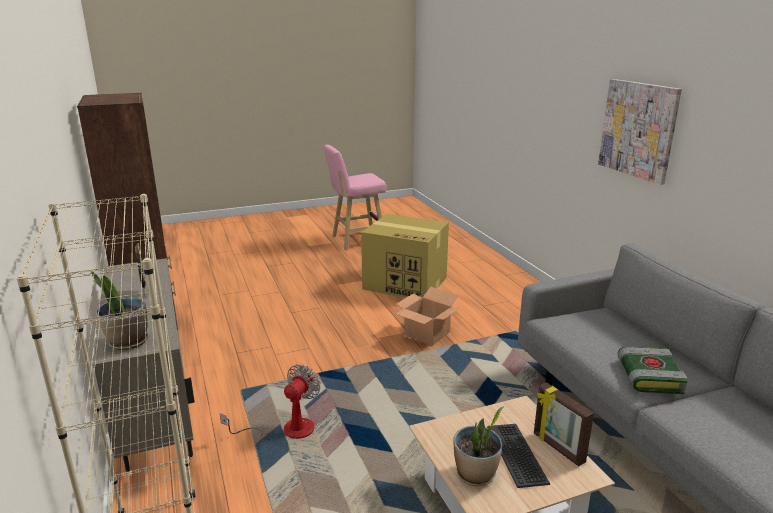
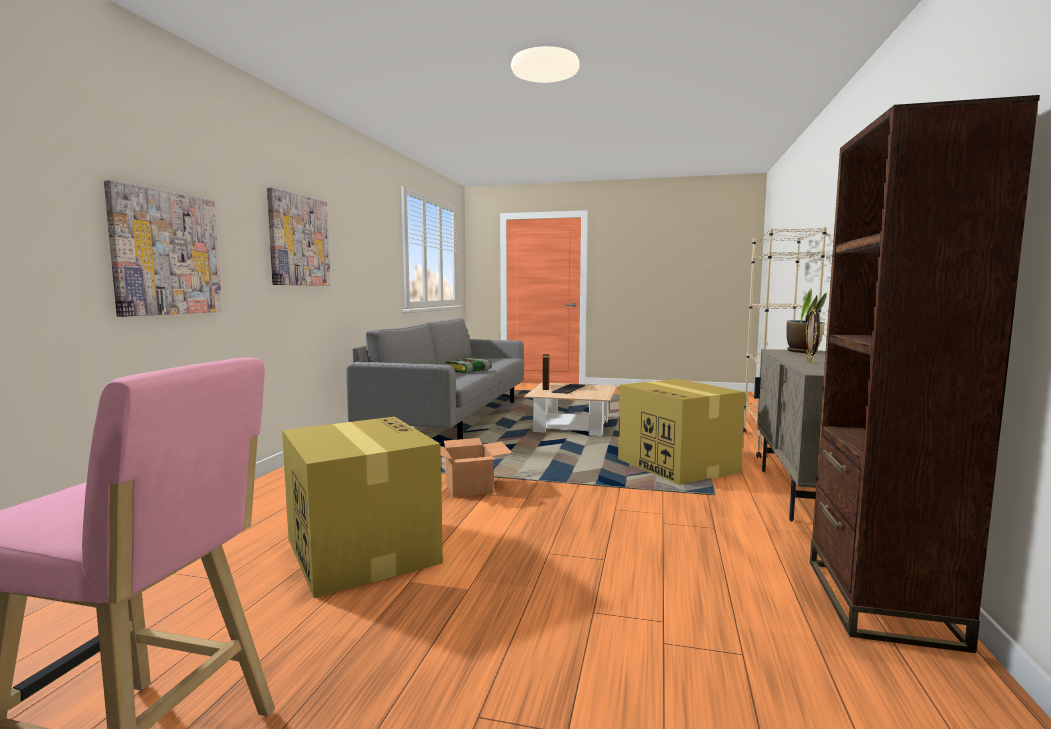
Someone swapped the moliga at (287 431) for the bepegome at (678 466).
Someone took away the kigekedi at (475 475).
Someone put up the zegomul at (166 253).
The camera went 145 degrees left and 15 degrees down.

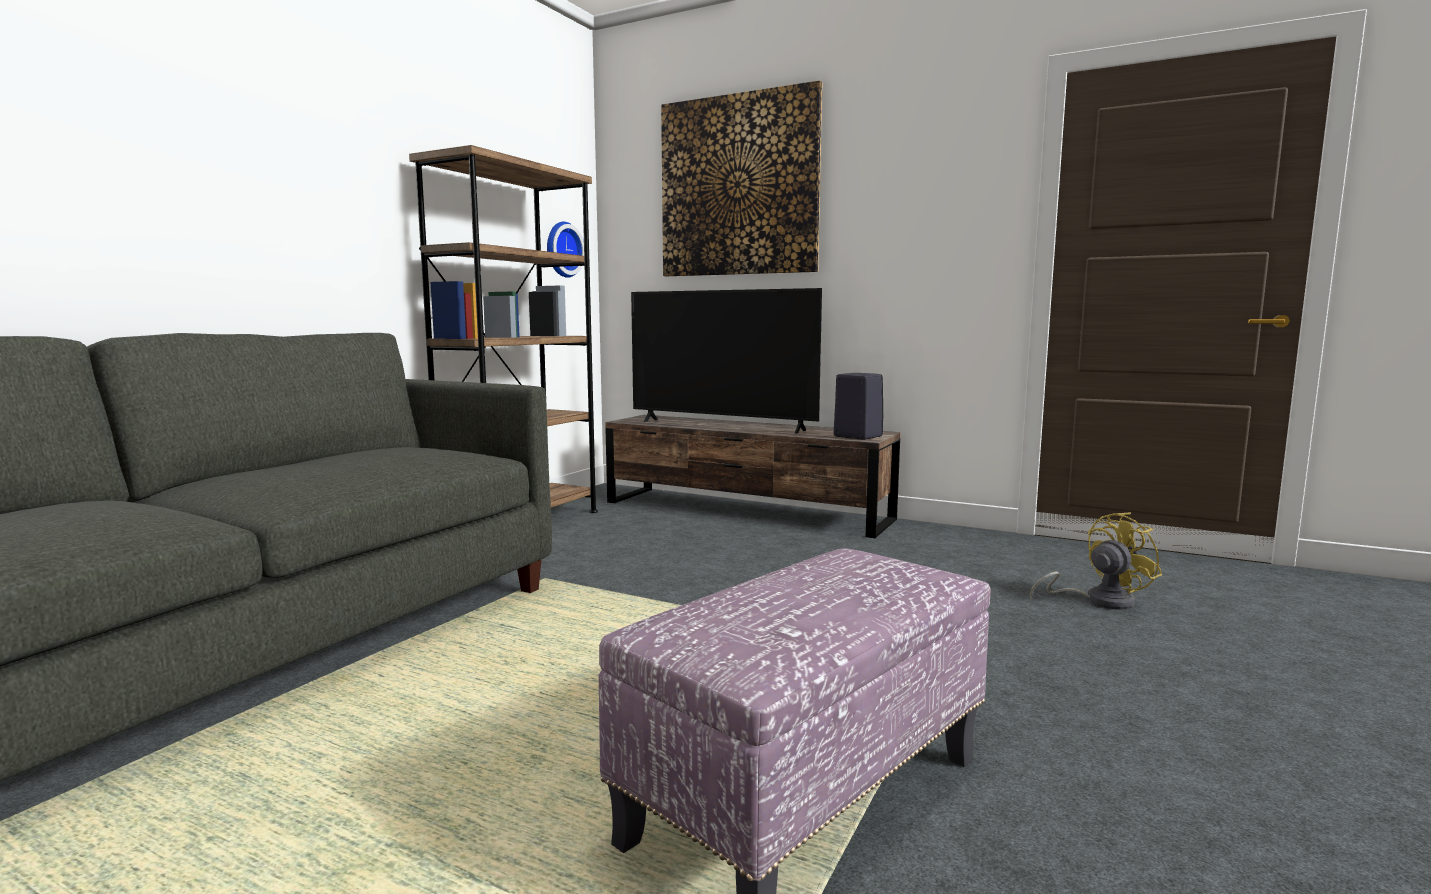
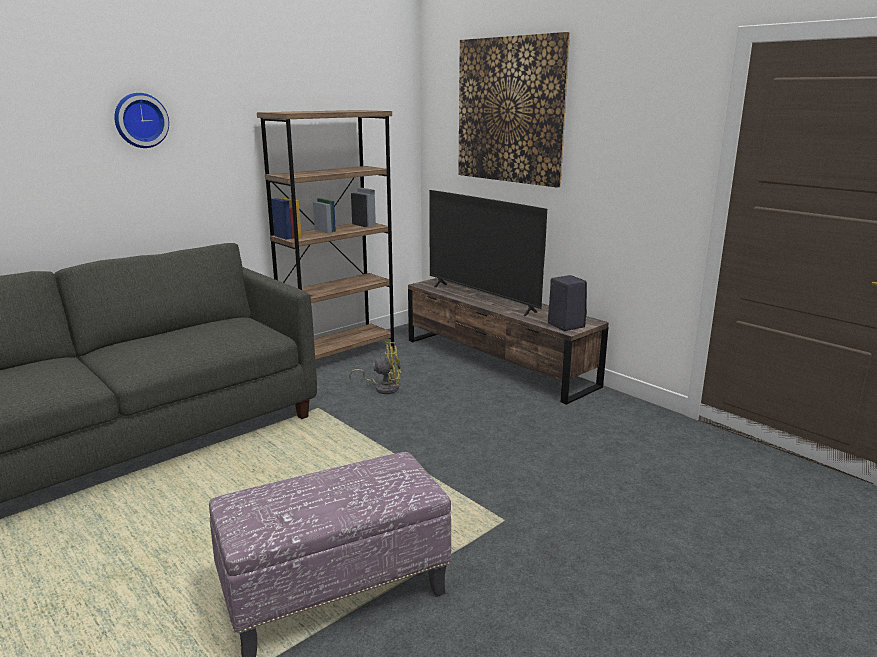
Someone carried the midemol from (561 250) to (140 120).
Someone carried the yellow_moliga from (1098 601) to (383 388).
The camera went 20 degrees right and 10 degrees up.

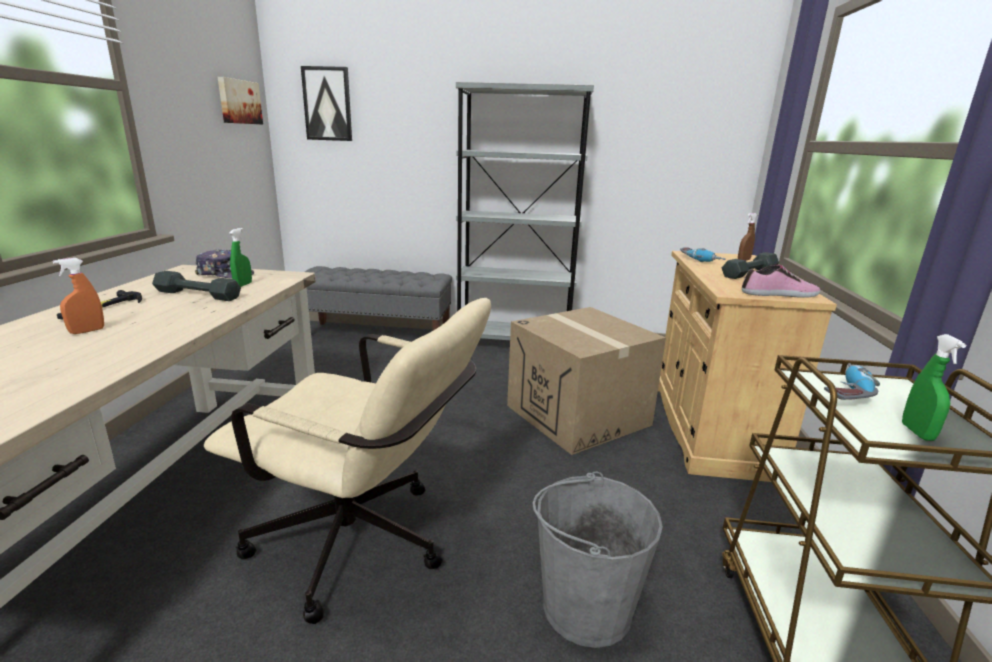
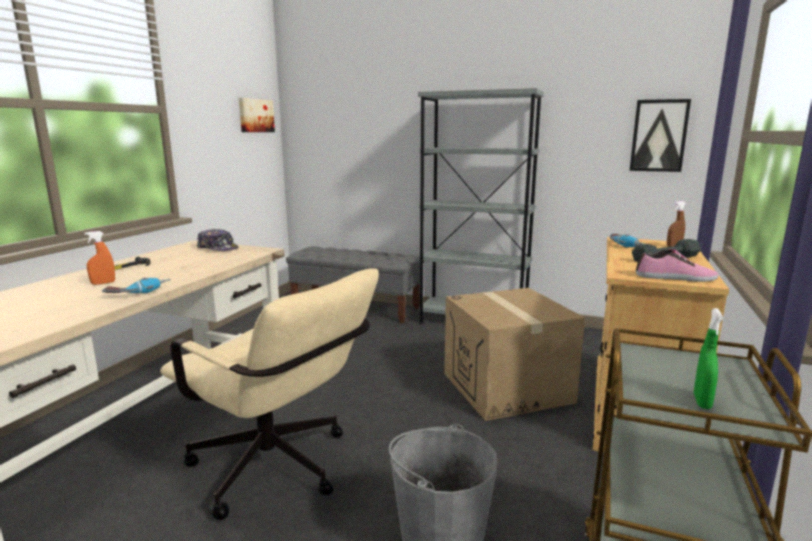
Someone carried the zegomul from (327 104) to (659 136).
Someone took away the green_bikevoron at (243 285).
Someone took away the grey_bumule at (198 295).
Someone carried the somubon from (845 392) to (139 293).
The camera went 15 degrees right and 5 degrees down.

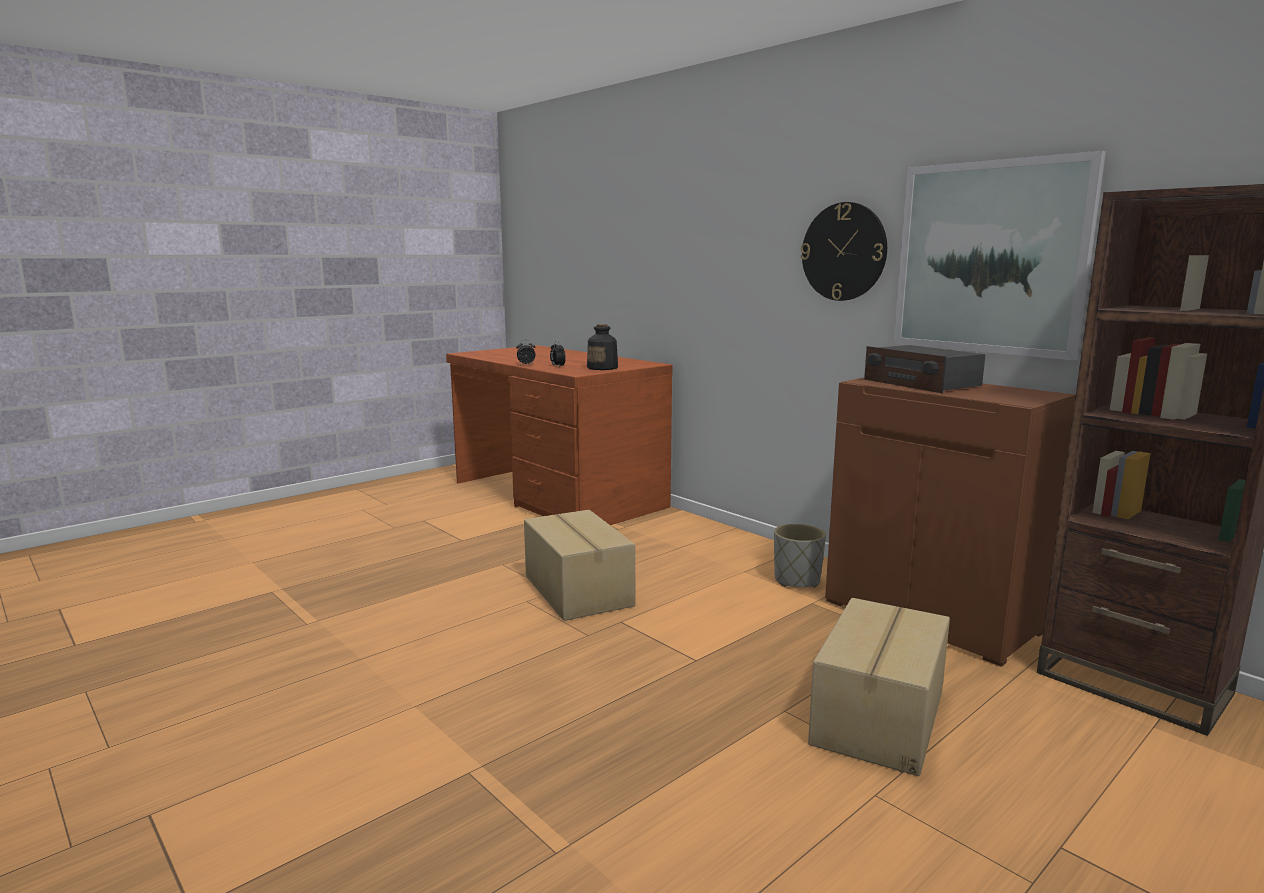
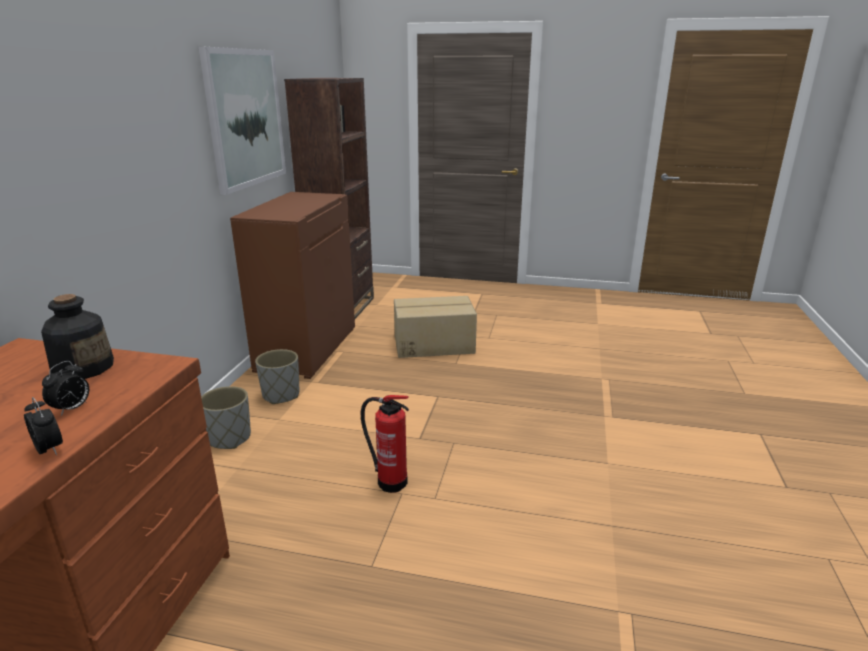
Someone took away the midemol at (844 252).
Someone took away the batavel at (921 383).
Someone swapped the bepegome at (576 591) for the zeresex at (390 481).
Someone put down the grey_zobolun at (230 438).
The camera went 125 degrees left and 10 degrees up.

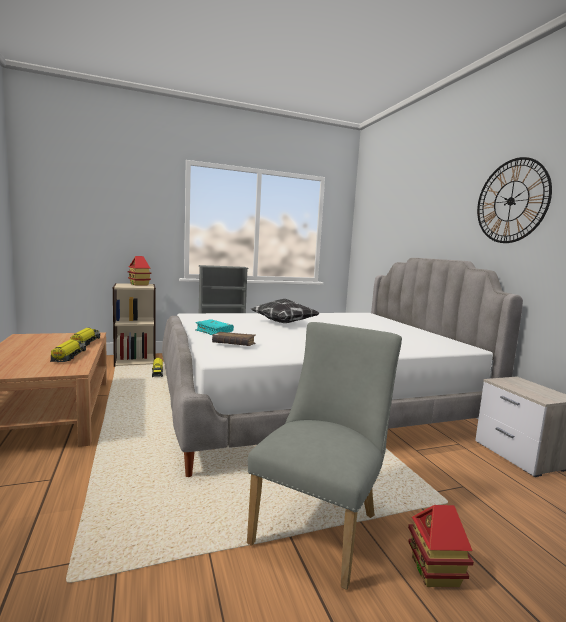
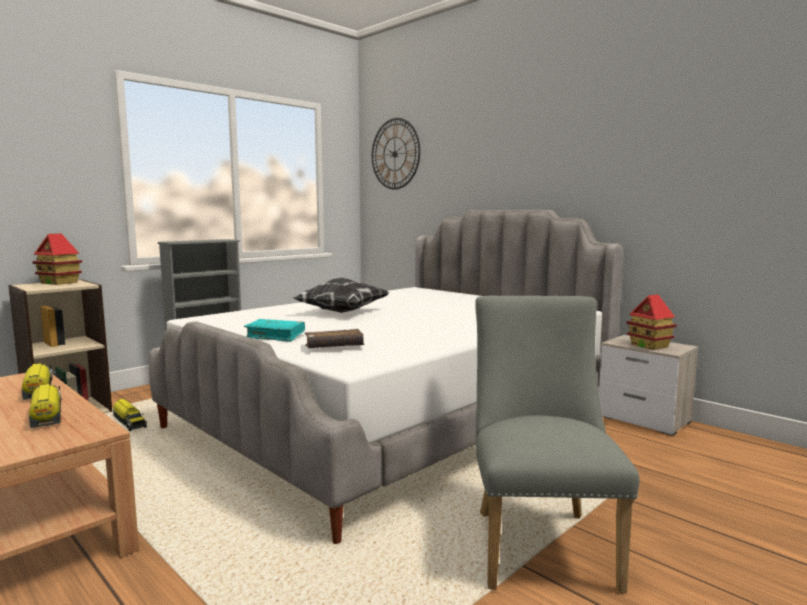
Someone carried the midemol from (511 201) to (395 154).
Someone carried the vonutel from (435 572) to (649 346).
The camera went 25 degrees left and 0 degrees up.

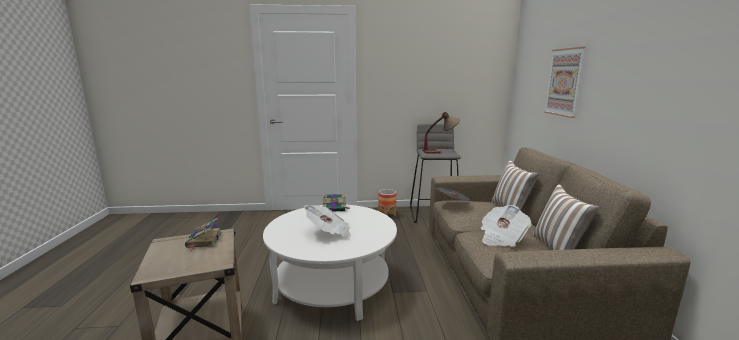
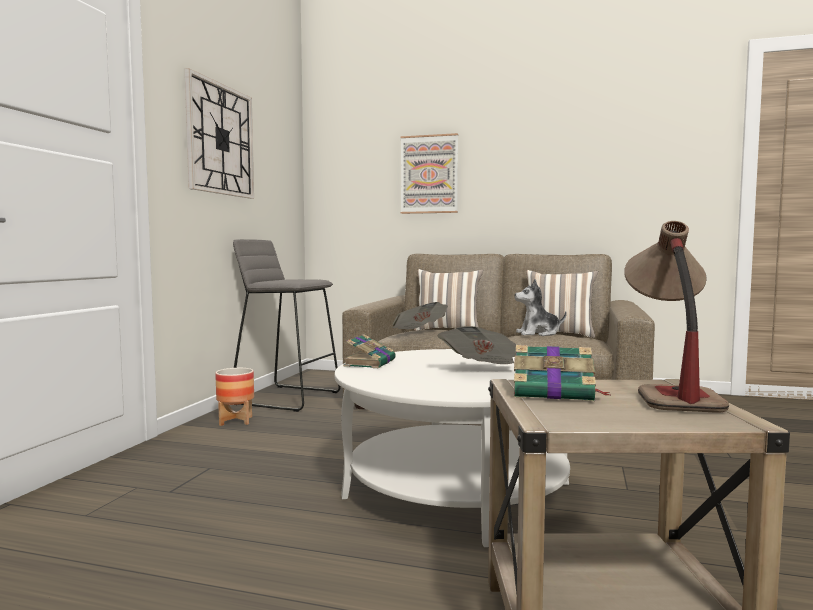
Someone carried the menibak from (440 151) to (669 392).
Someone swapped the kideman at (501 238) for the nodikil at (538 334).
Someone put up the midemol at (220 139).
The camera went 70 degrees left and 10 degrees down.

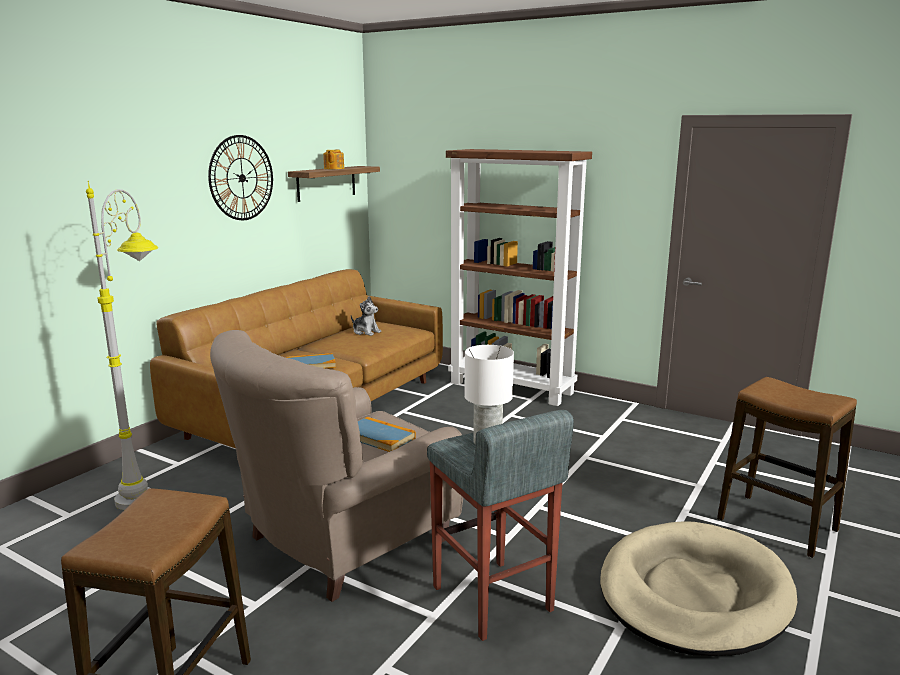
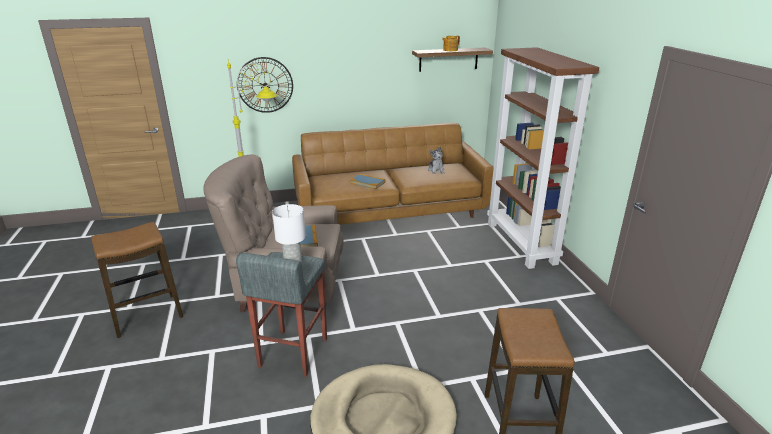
Someone carried the midemol from (242 178) to (265 85).
The camera went 45 degrees right and 10 degrees up.

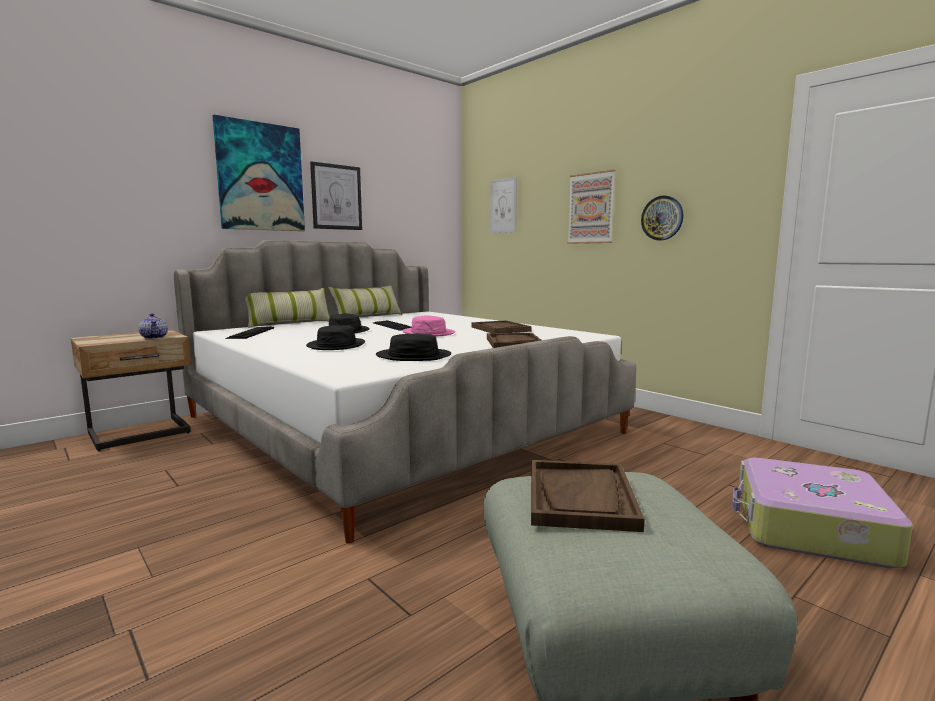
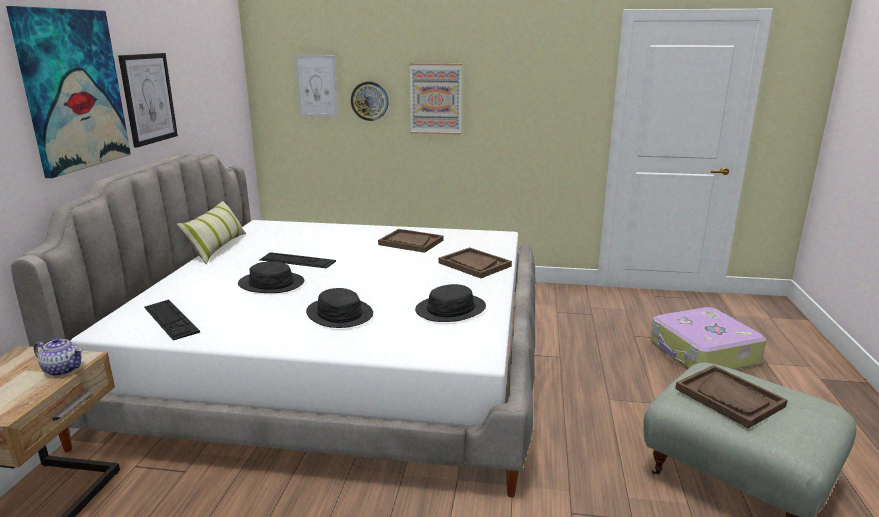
Someone carried the midemol from (662 218) to (369 101).
Someone took away the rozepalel at (289 323).
Someone took away the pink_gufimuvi at (428 333).
The camera went 40 degrees left and 10 degrees up.

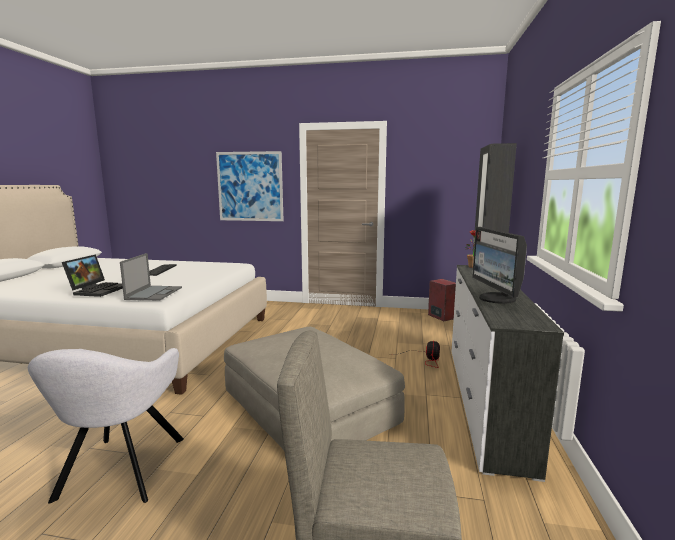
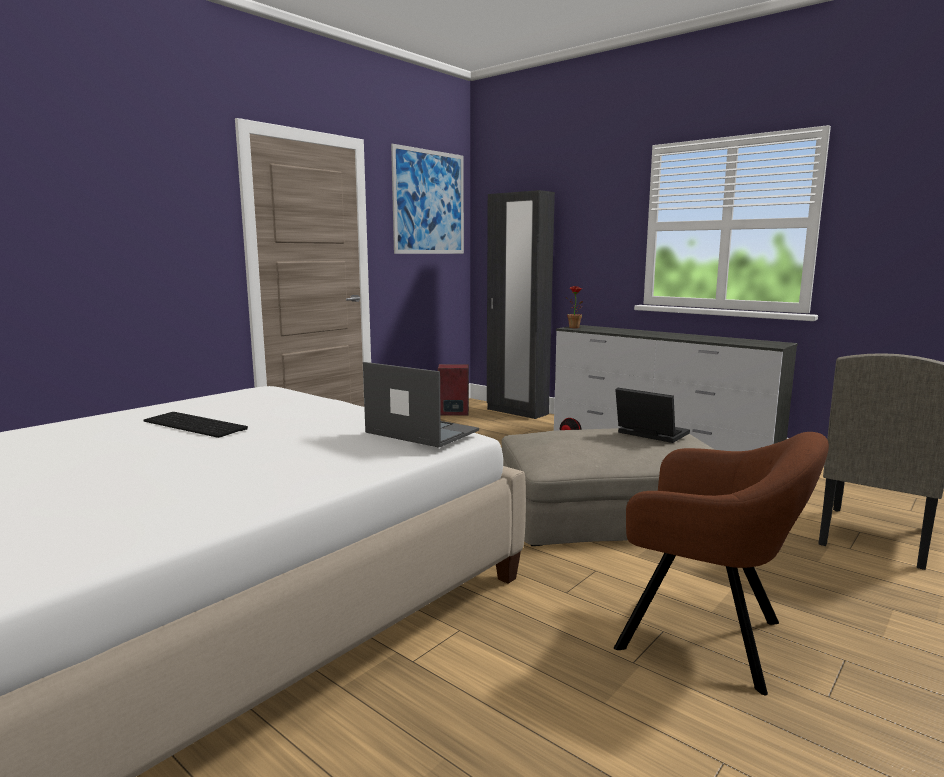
Someone carried the zegomul from (250 186) to (429 202).
Someone took away the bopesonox at (496 299).
Someone carried the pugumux from (98 290) to (649 434).
Someone repainted the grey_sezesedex at (120 471), which became the brown_sezesedex at (707 637).
The camera went 60 degrees left and 0 degrees up.

